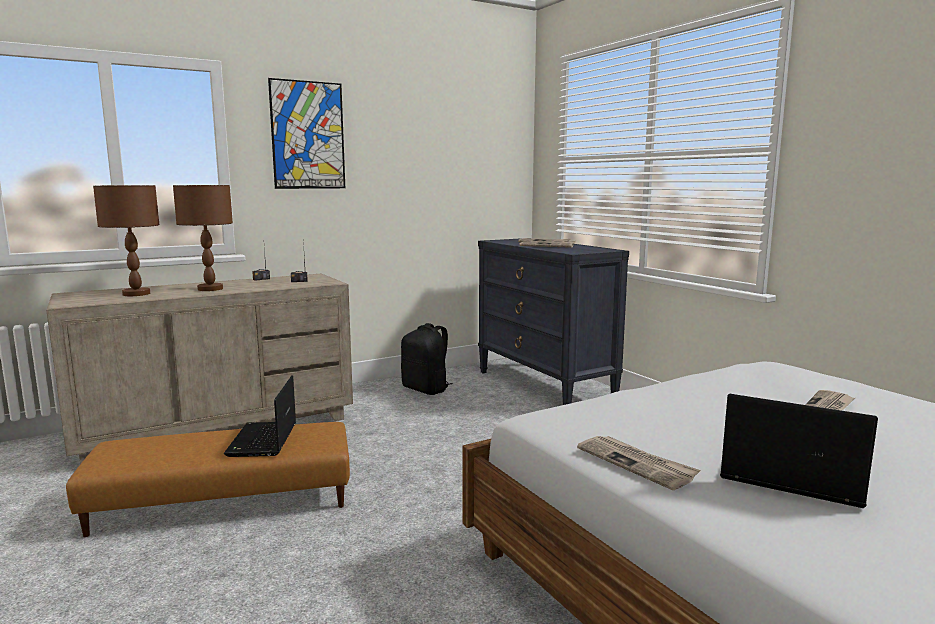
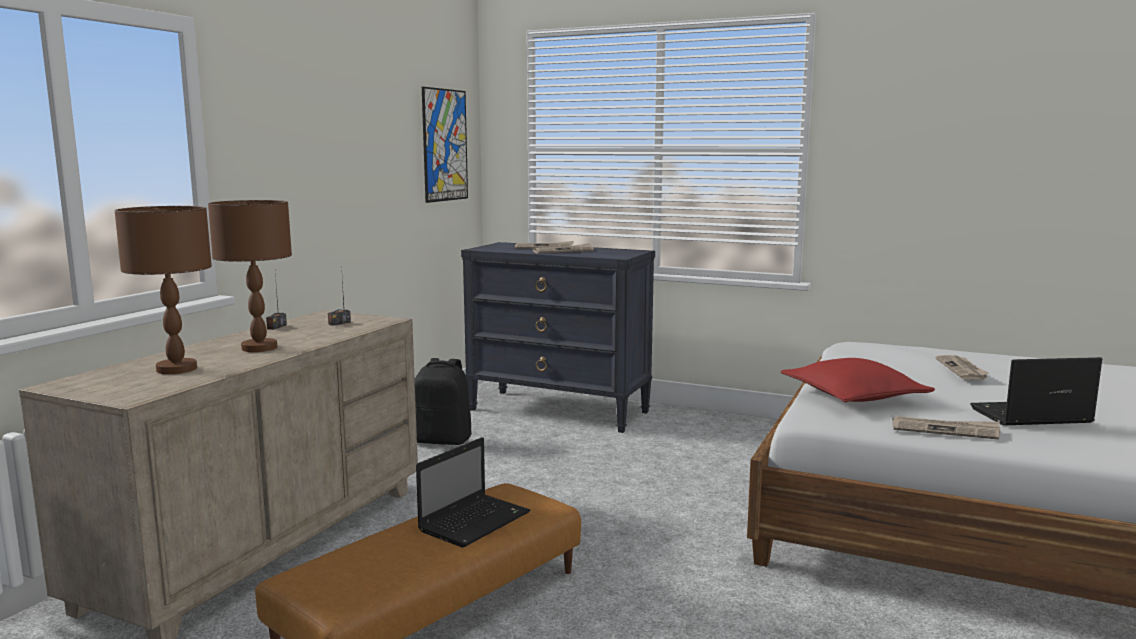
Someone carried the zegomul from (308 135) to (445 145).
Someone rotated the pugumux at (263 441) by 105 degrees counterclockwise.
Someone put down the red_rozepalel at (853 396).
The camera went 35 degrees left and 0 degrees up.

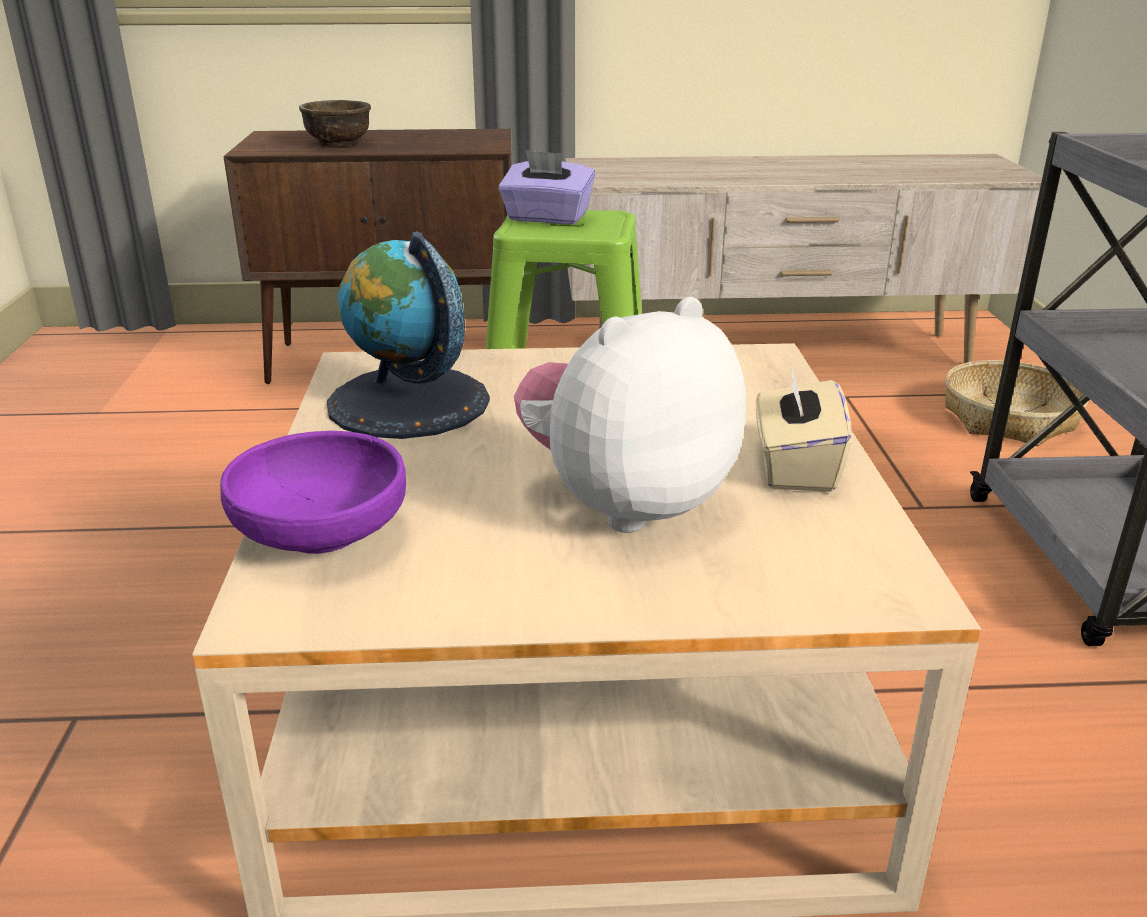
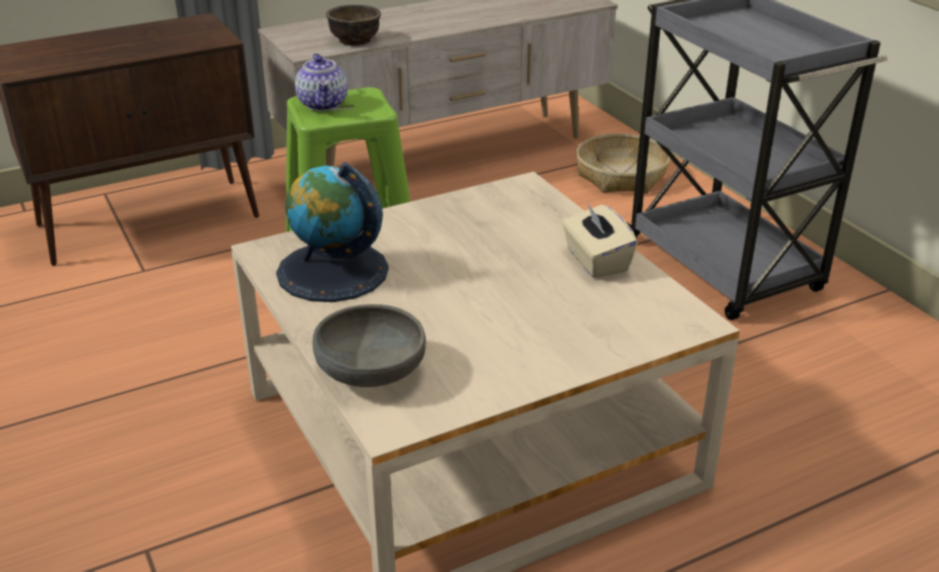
Someone carried the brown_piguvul from (338 143) to (354 40).
Someone swapped the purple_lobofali at (547 218) for the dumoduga at (323 104).
Someone took away the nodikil at (625 503).
Someone repainted the purple_piguvul at (321 533), which became the grey_piguvul at (370 371).
The camera went 25 degrees left and 5 degrees up.

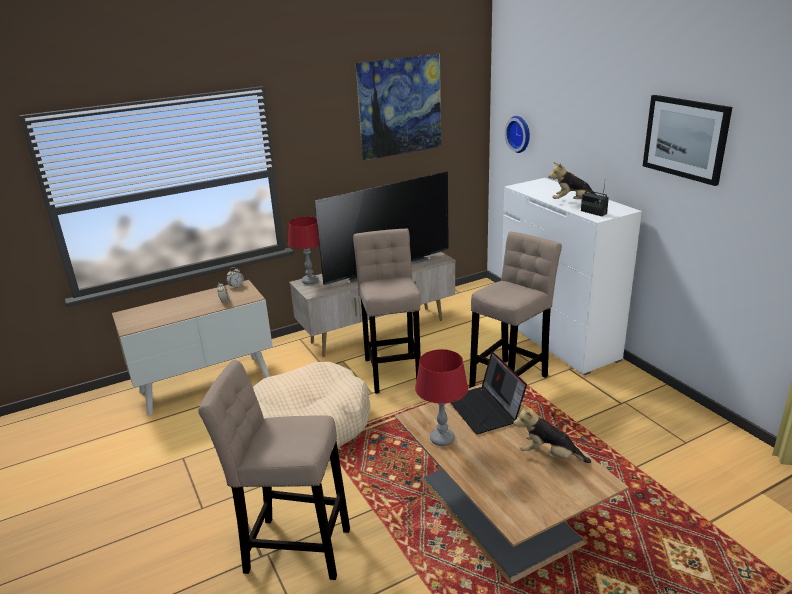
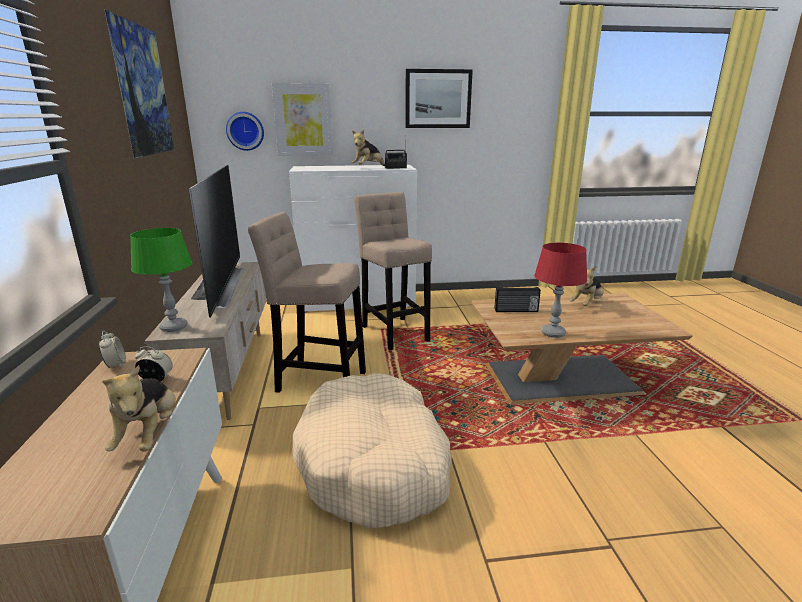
Someone repainted the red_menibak at (310 281), which became the green_menibak at (174 327).
Someone swapped the pugumux at (485 410) for the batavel at (516 310).
Someone took away the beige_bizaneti at (292 548).
Someone put up the zegomul at (303 120).
Someone put down the nodikil at (149 434).
The camera went 70 degrees left and 5 degrees down.

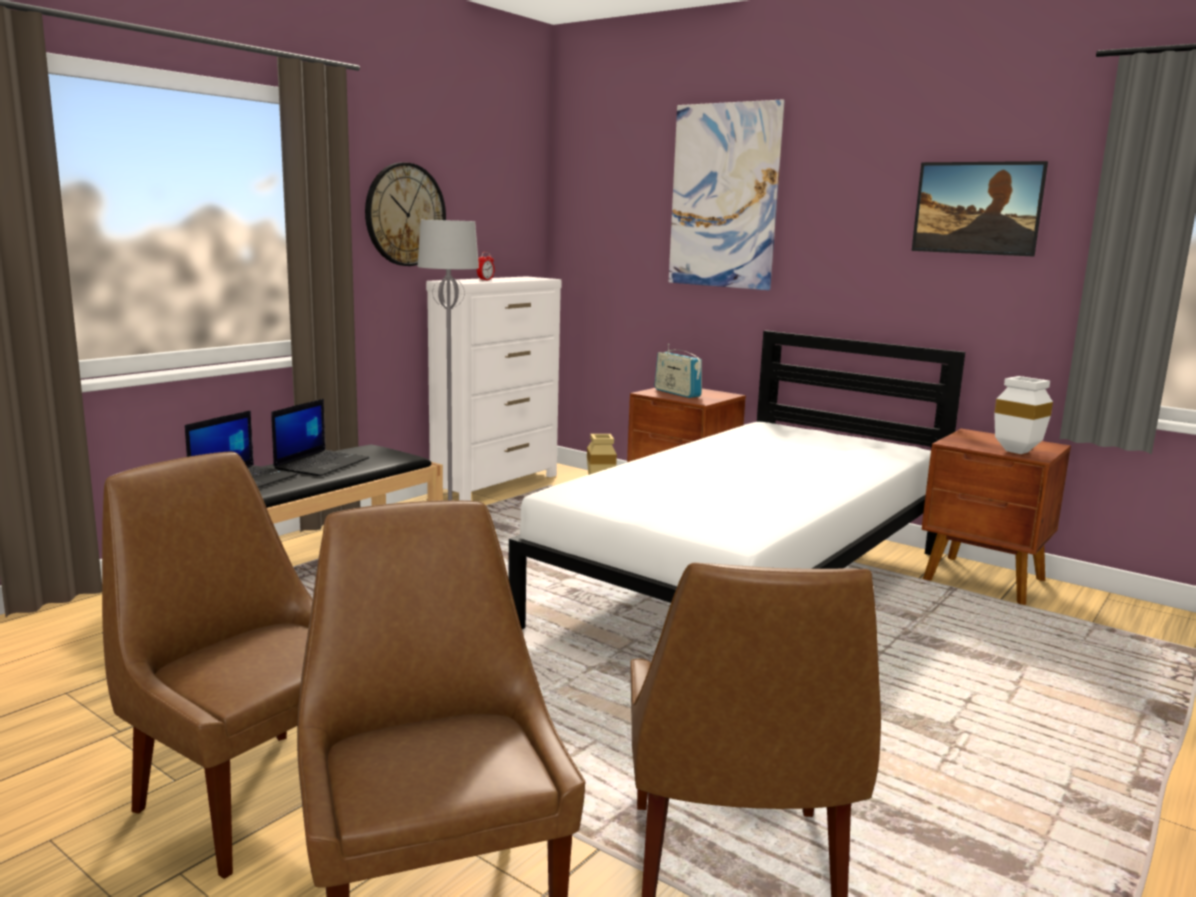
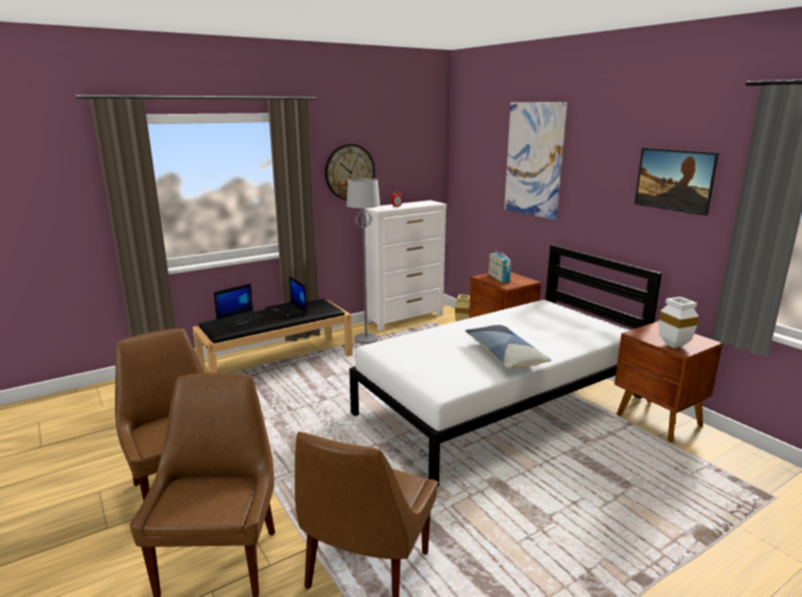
Someone rotated the pugumux at (322 464) by 105 degrees clockwise.
Someone put down the rozepalel at (505 355).
The camera went 20 degrees right and 5 degrees up.

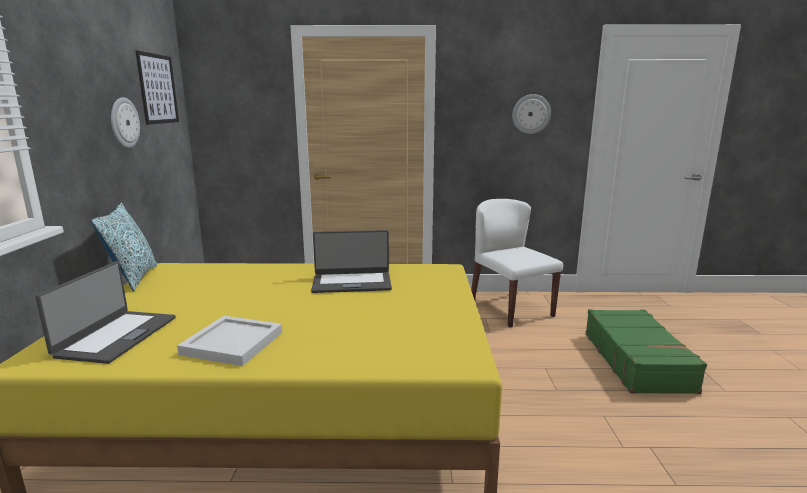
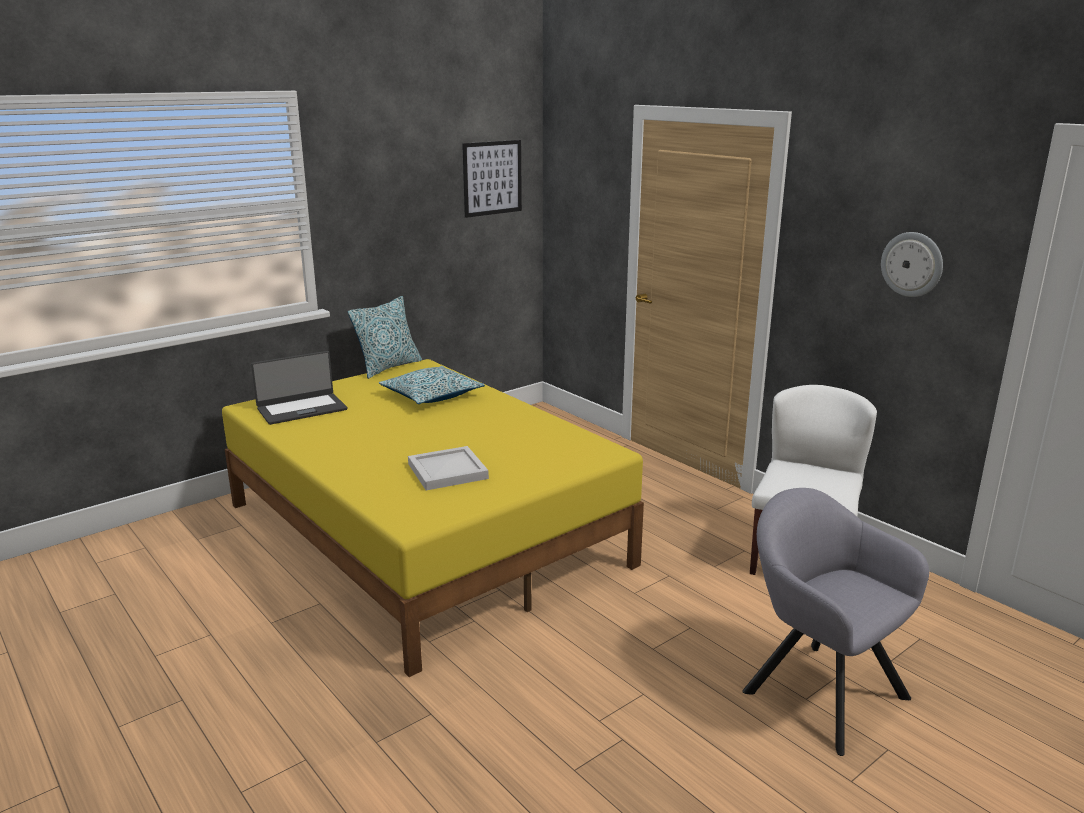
Someone took away the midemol at (124 122).
Someone took away the pugumux at (352 282).
Someone swapped the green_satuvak at (637 361) for the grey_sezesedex at (818 689).
Someone carried the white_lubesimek from (231 343) to (446 471).
Someone put down the rozepalel at (431 396).
The camera went 50 degrees right and 5 degrees up.

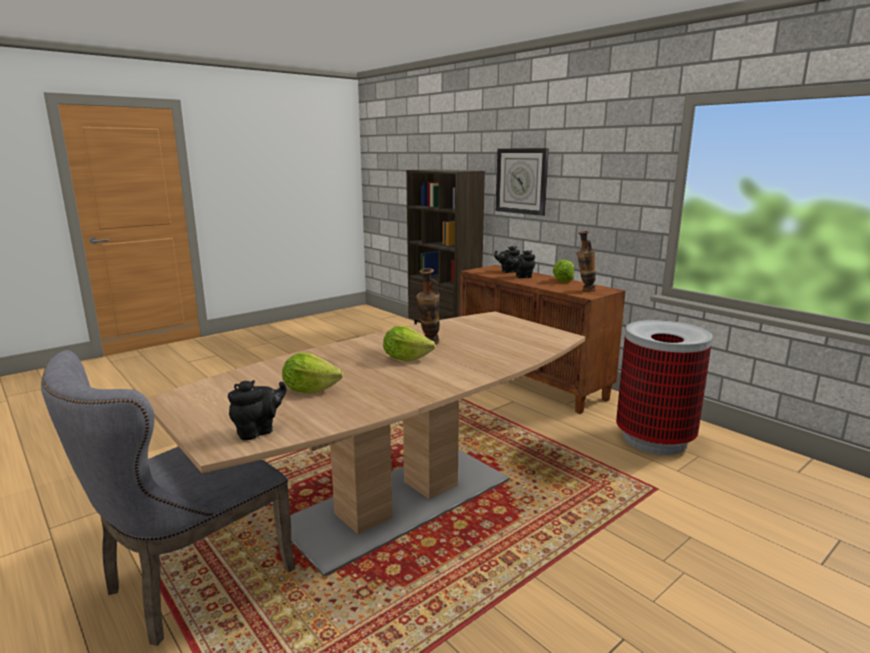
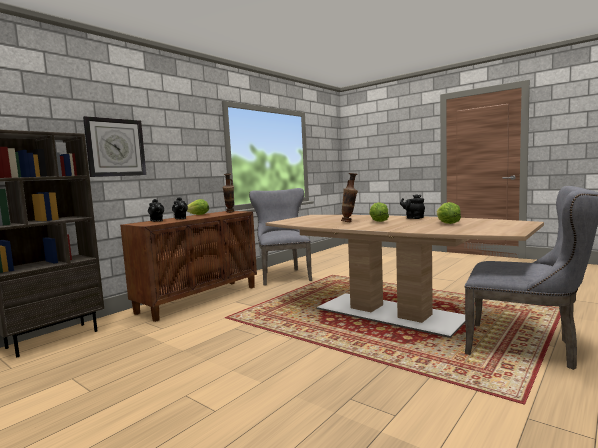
Someone swapped the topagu at (655 439) for the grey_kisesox at (283 275).
Someone carried the black_dumoduga from (258 431) to (413 218).
The camera went 100 degrees left and 10 degrees down.

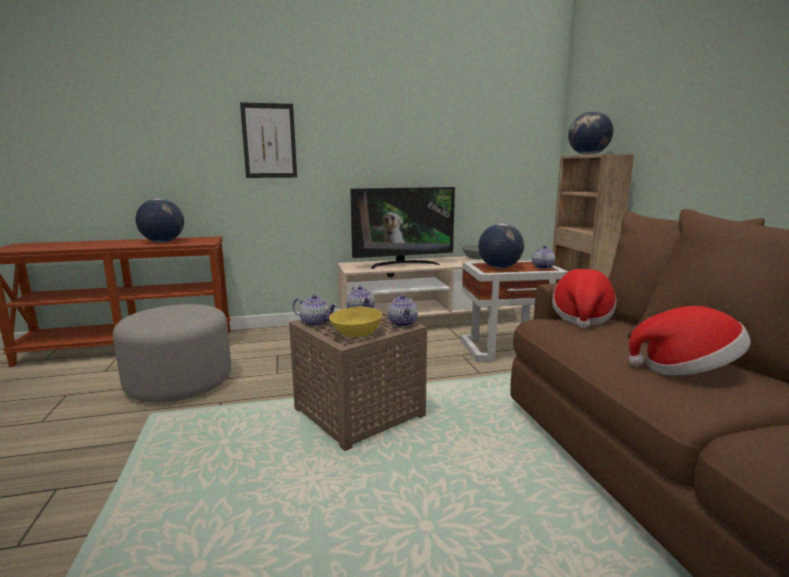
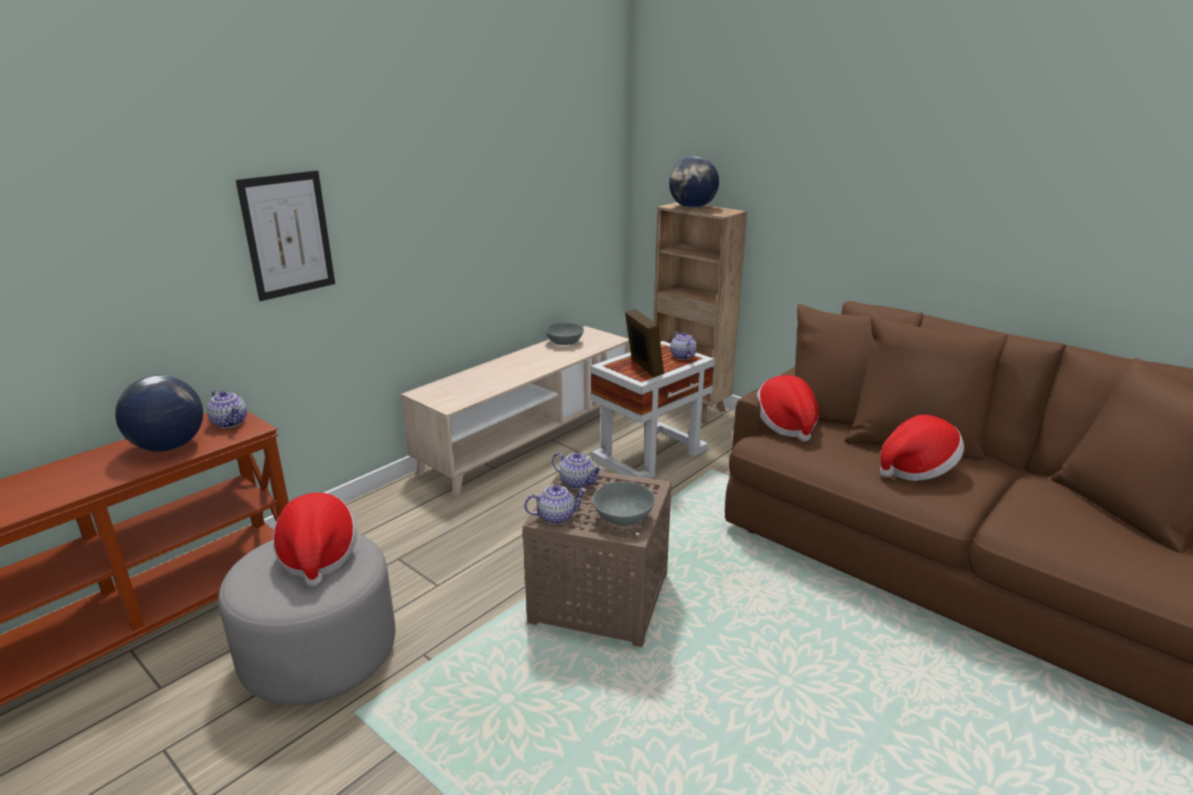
Someone took away the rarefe at (402 264).
Someone swapped the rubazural at (499 267) for the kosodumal at (643 367).
Someone carried the dumoduga from (403 323) to (231 423).
Someone repainted the yellow_piguvul at (356 334), which became the grey_piguvul at (623 518).
Someone put down the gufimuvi at (318 557).
The camera went 35 degrees left and 10 degrees up.

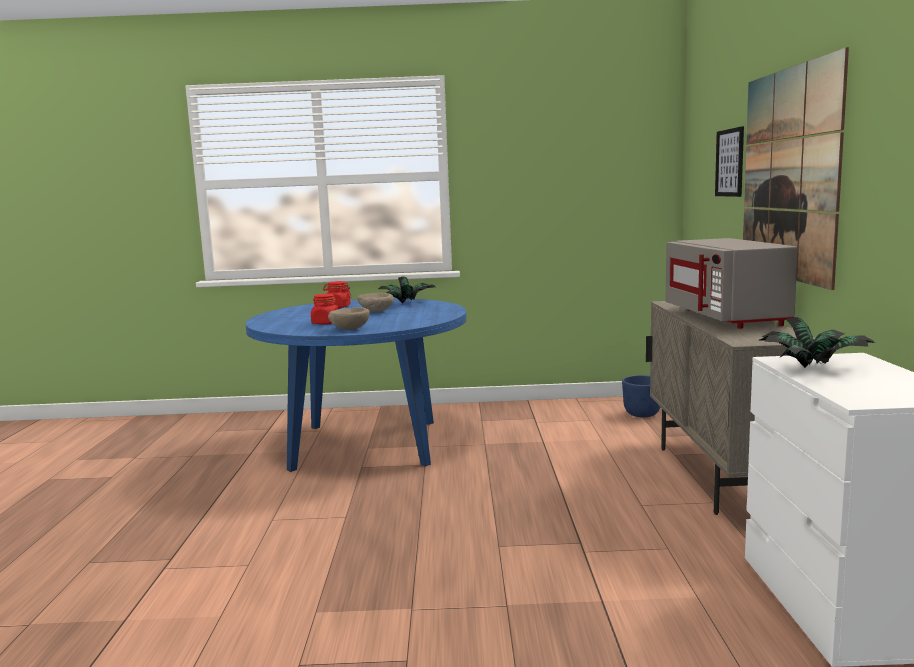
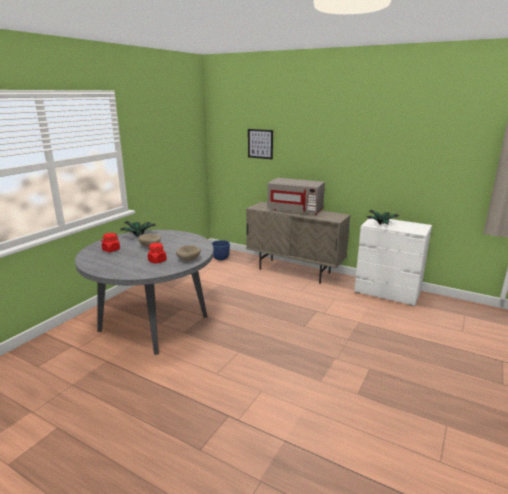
Someone took away the zegomul at (789 174).
Someone repainted the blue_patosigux at (366 444), which became the grey_patosigux at (154 323).
The camera went 60 degrees left and 10 degrees up.

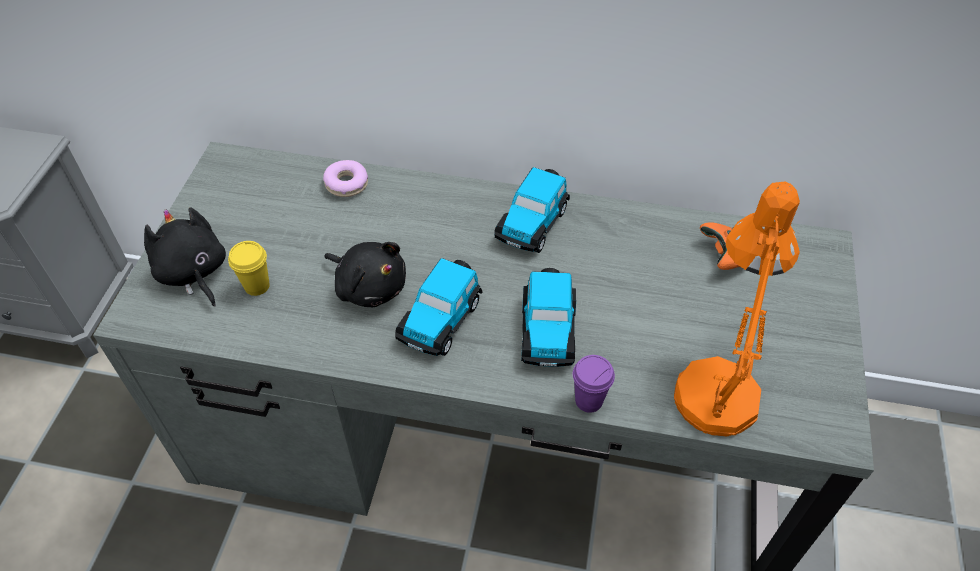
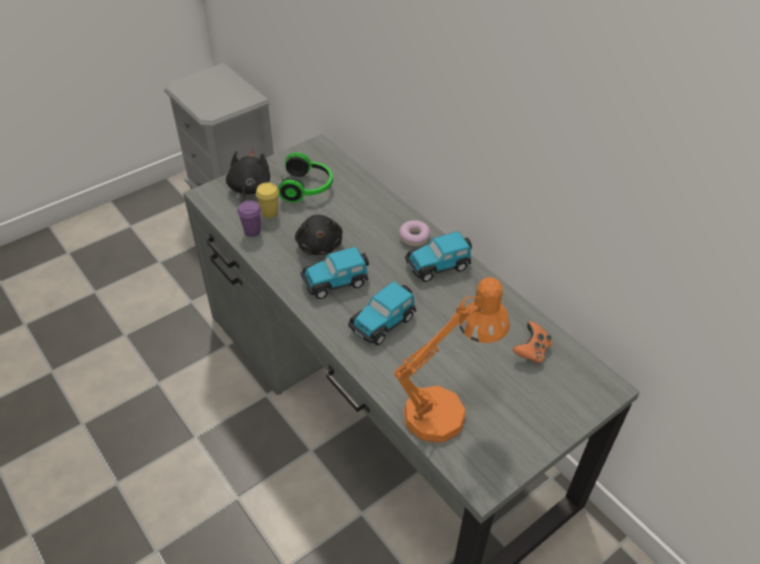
Someone carried the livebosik from (346 184) to (414 237).
Someone carried the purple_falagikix from (589 400) to (252 231).
Someone put down the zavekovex at (307 188).
The camera went 40 degrees right and 5 degrees down.

